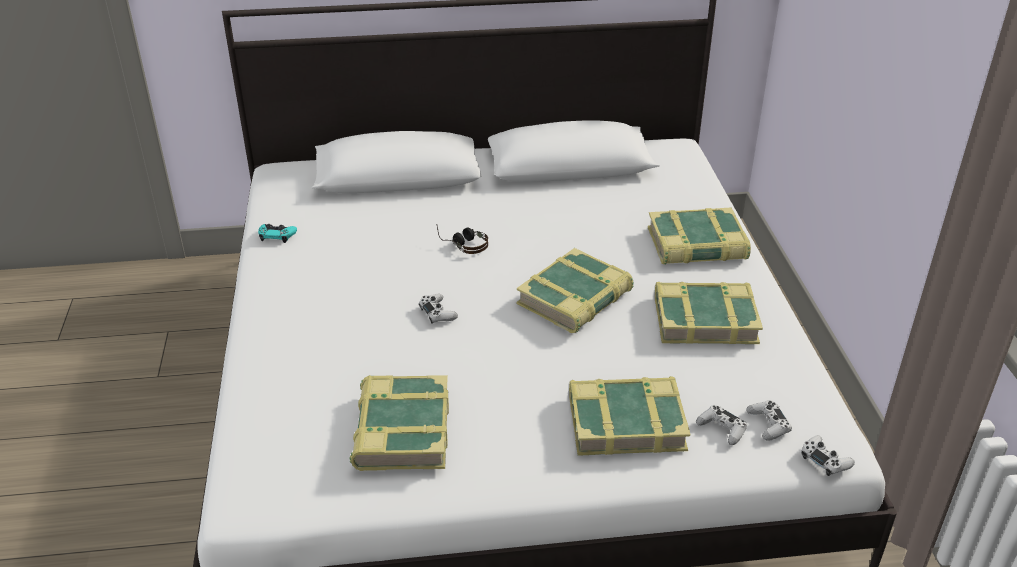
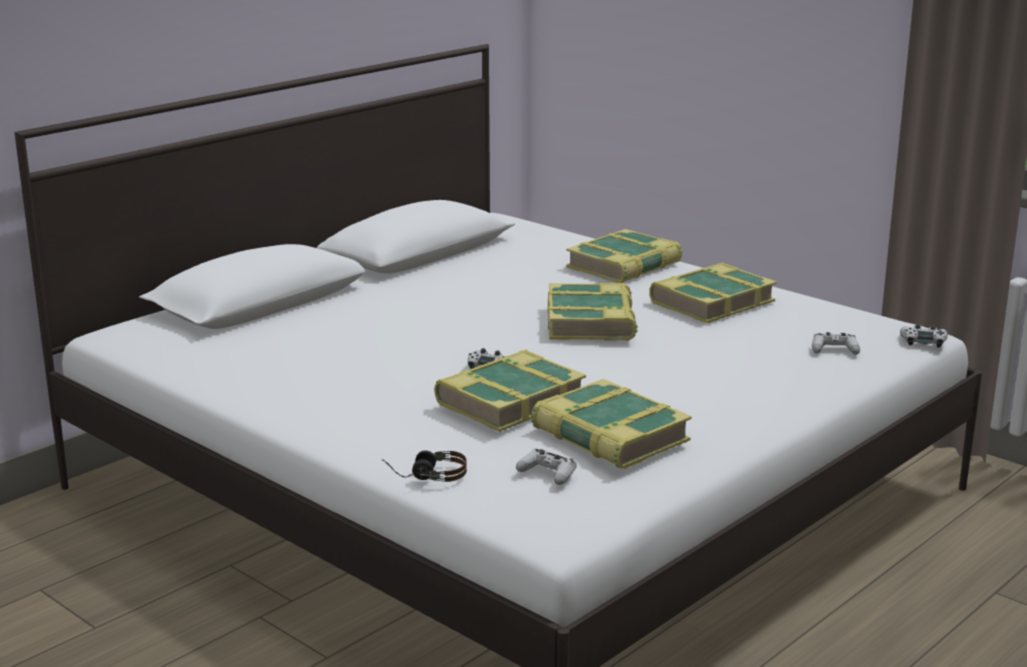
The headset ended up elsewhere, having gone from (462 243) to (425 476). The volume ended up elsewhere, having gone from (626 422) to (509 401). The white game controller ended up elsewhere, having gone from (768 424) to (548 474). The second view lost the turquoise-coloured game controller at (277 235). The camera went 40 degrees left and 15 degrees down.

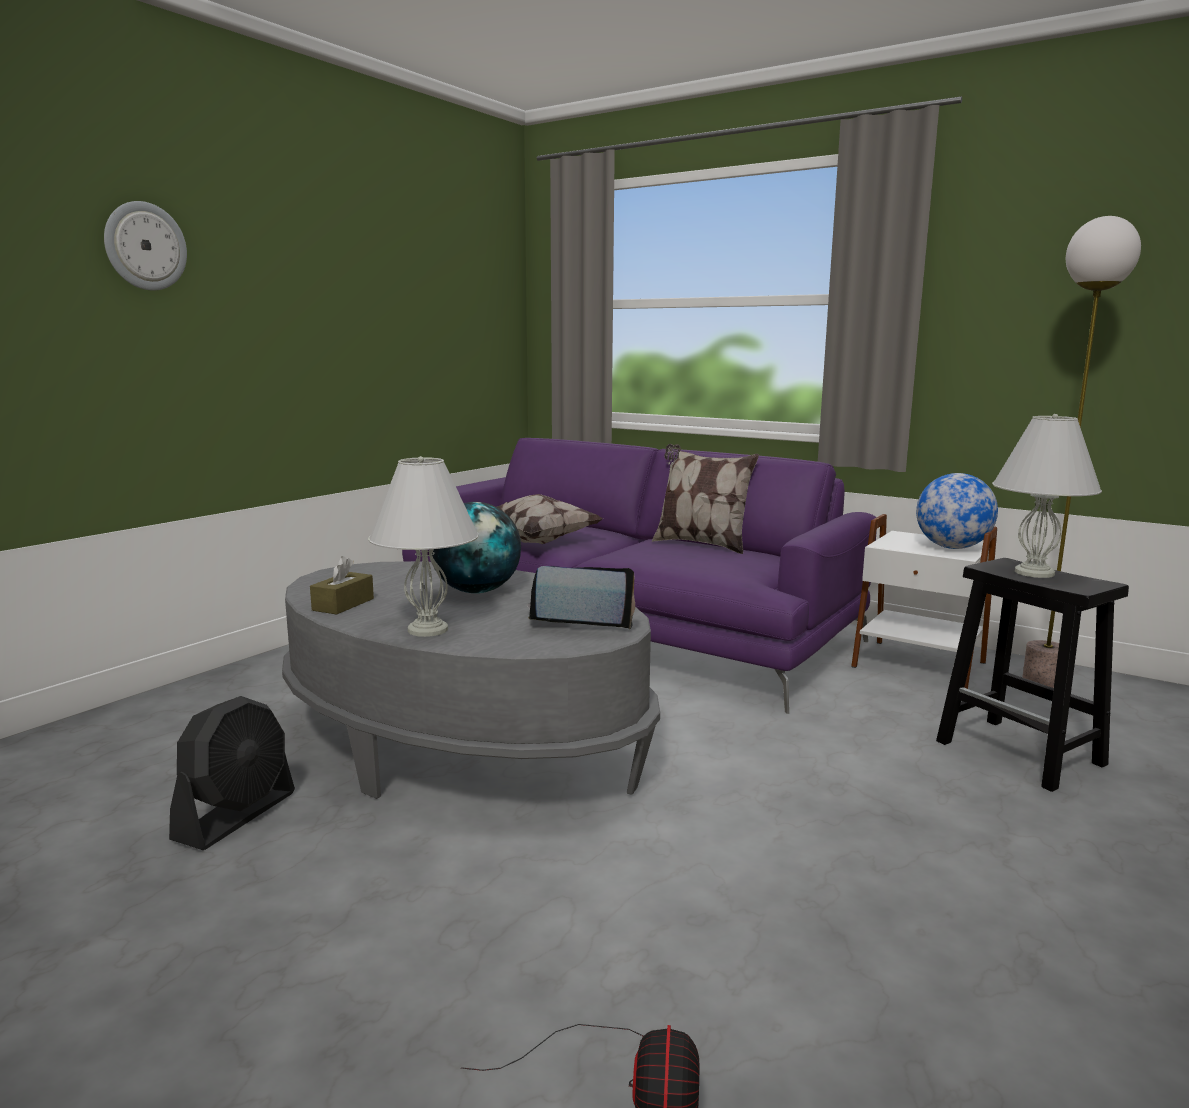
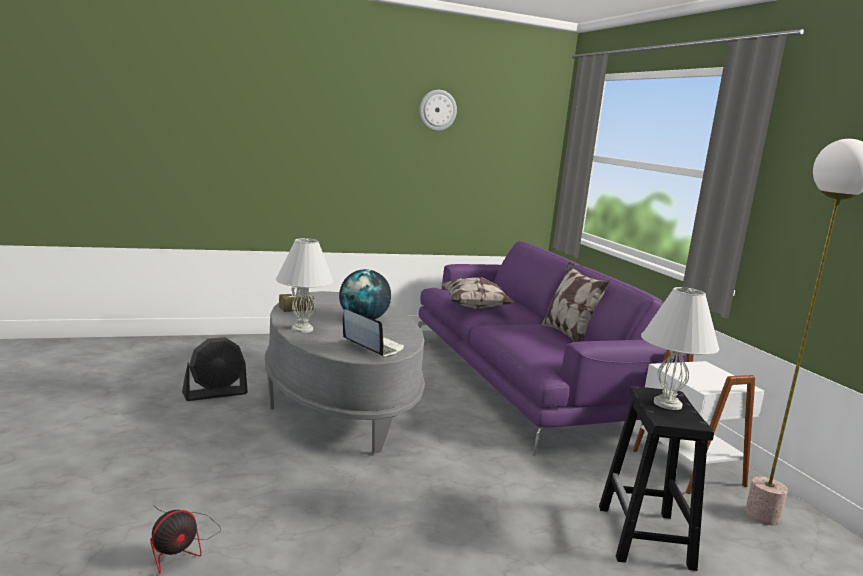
The wall clock ended up elsewhere, having gone from (145 246) to (437 110). The second view lost the globe at (952 548). The camera went 35 degrees right and 0 degrees up.

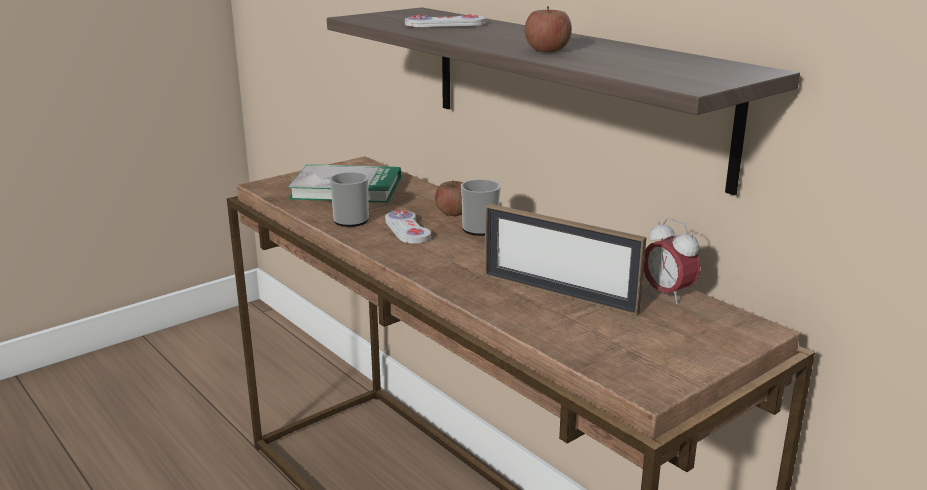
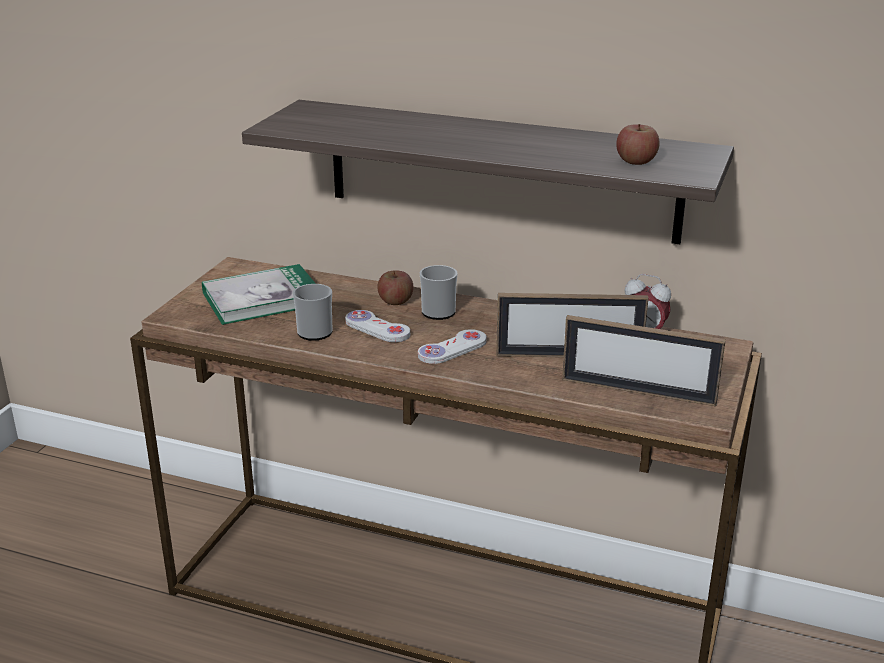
The white game controller ended up elsewhere, having gone from (445 24) to (452 349). The second view gained the picture frame at (638 391). The apple ended up elsewhere, having gone from (547 50) to (636 161). The camera went 30 degrees left and 5 degrees up.

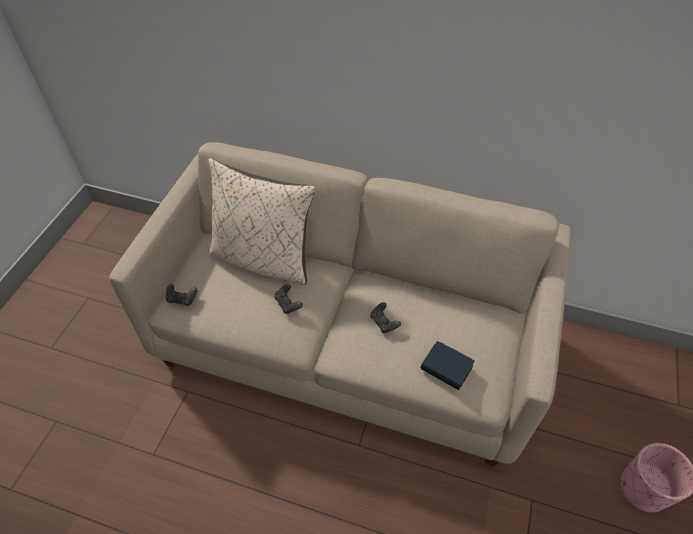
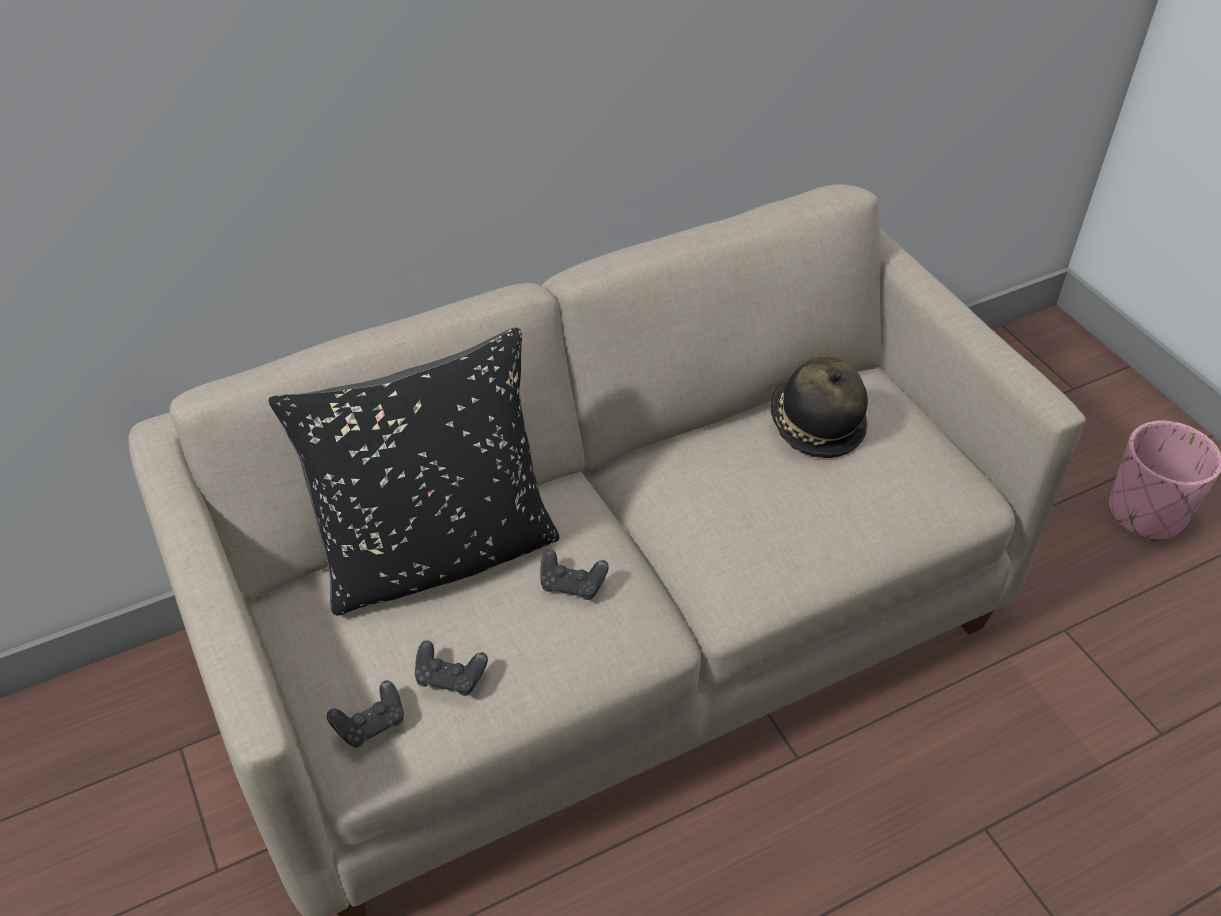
What was the beige-coloured pillow at (263 259) turned into the black pillow at (439 554). The black game controller ended up elsewhere, having gone from (384 322) to (450 677). The second view gained the wearable hat at (814 425). The second view lost the volume at (446 368). The camera went 45 degrees left and 5 degrees down.

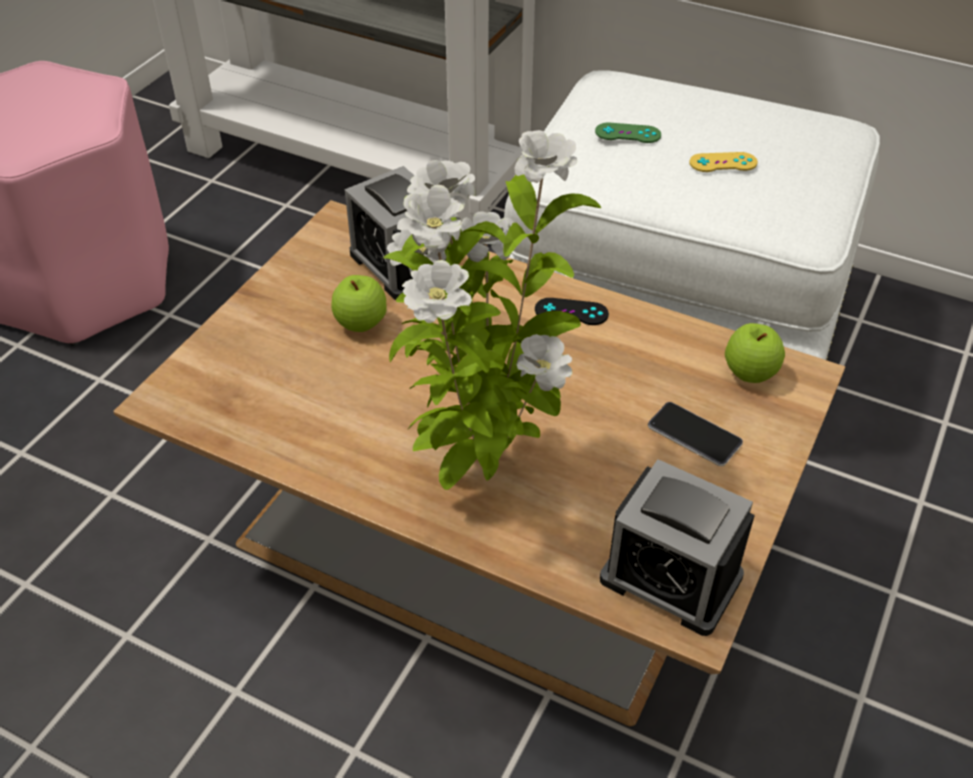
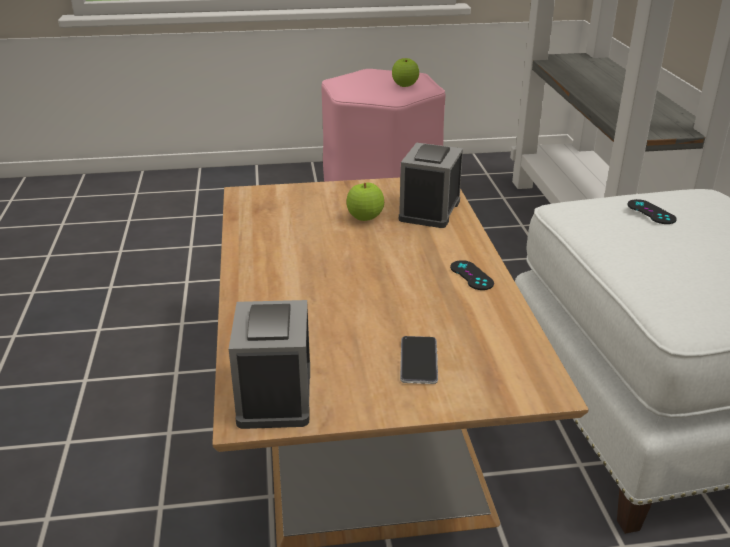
The apple ended up elsewhere, having gone from (749 373) to (405 86). What was the greenish game controller at (628 133) turned into the black game controller at (651 212). The second view lost the houseplant at (480 470). The second view lost the yellow game controller at (723 163). The camera went 55 degrees right and 15 degrees down.

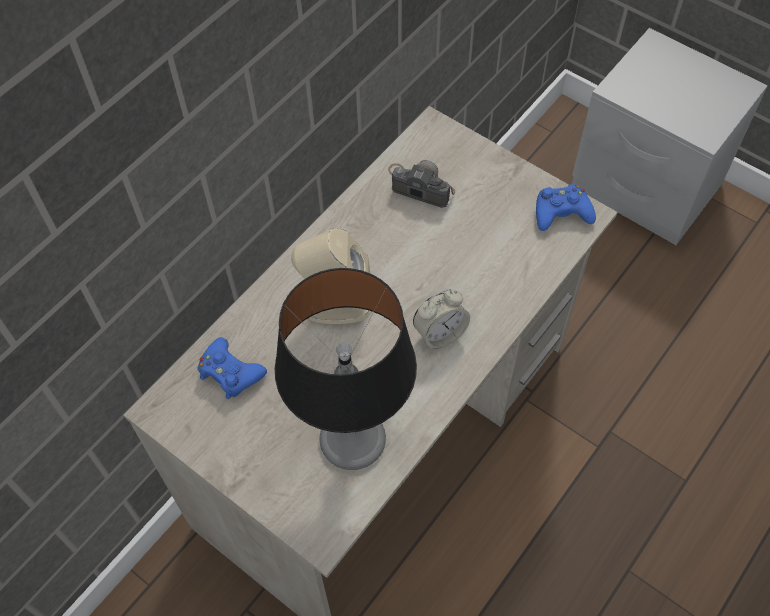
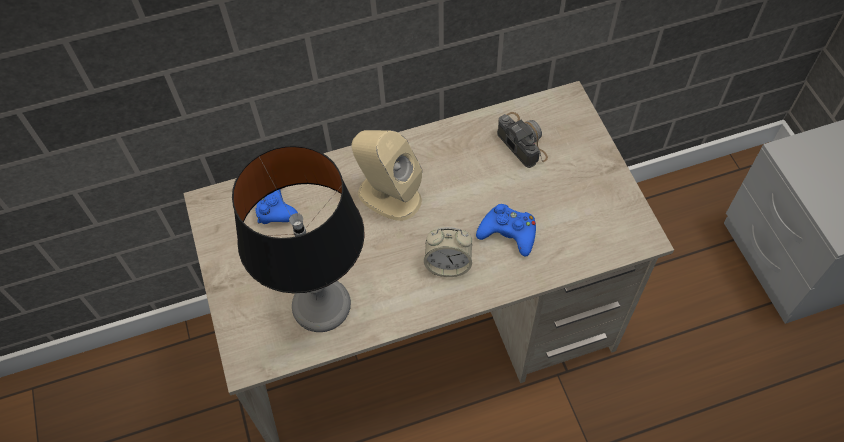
The blue game controller ended up elsewhere, having gone from (561 213) to (508 233). The camera went 35 degrees right and 0 degrees up.

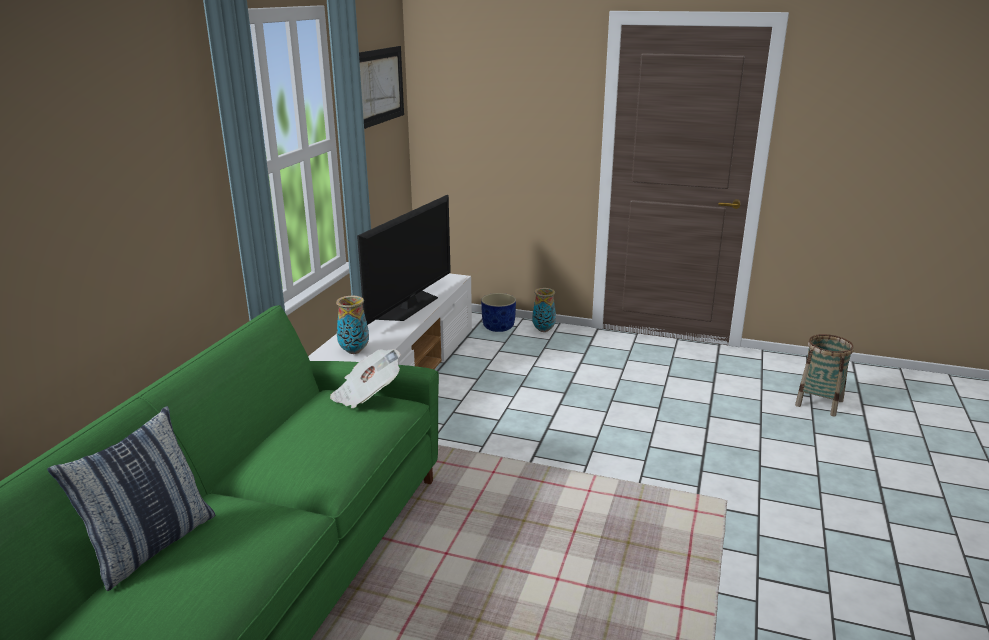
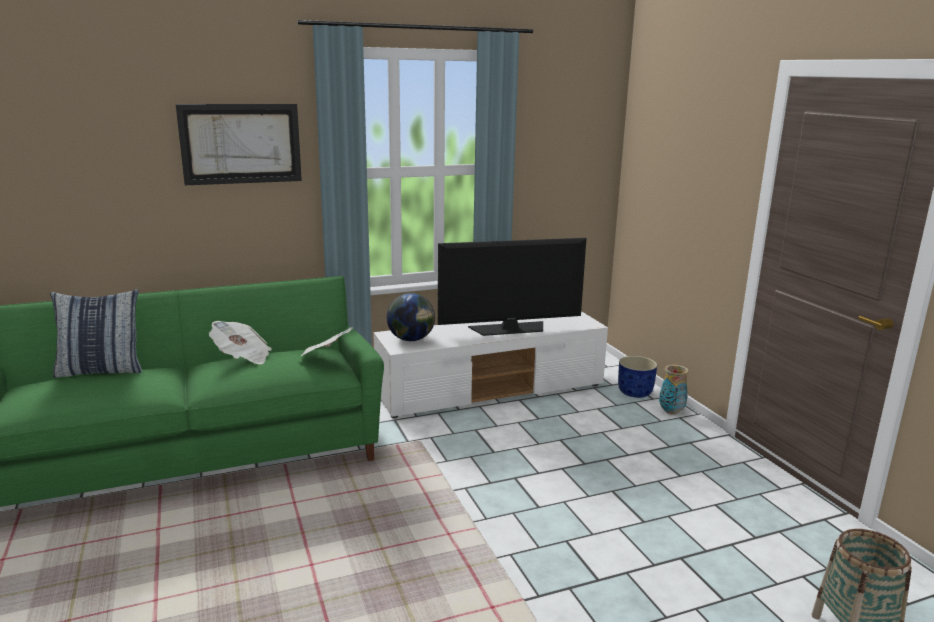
The wall art ended up elsewhere, having gone from (378 86) to (241 144). The second view gained the daily paper at (242 357). Where the vase stood at (354 351), the globe came to stand at (411 339). The camera went 50 degrees right and 5 degrees down.

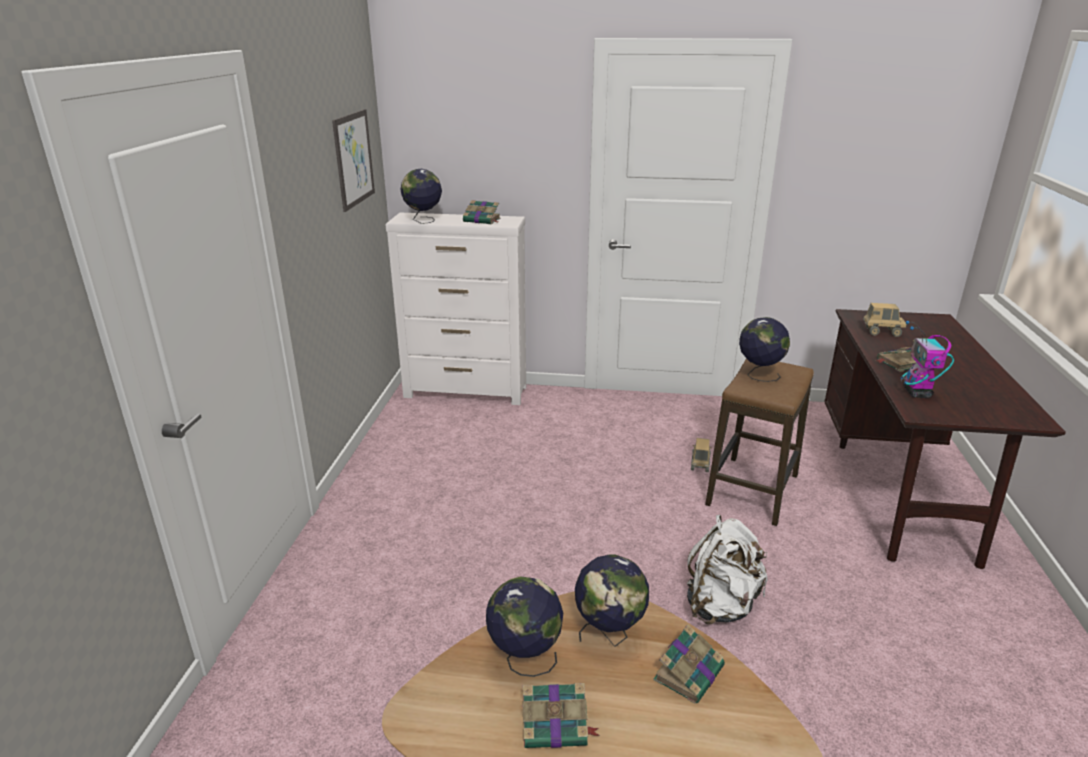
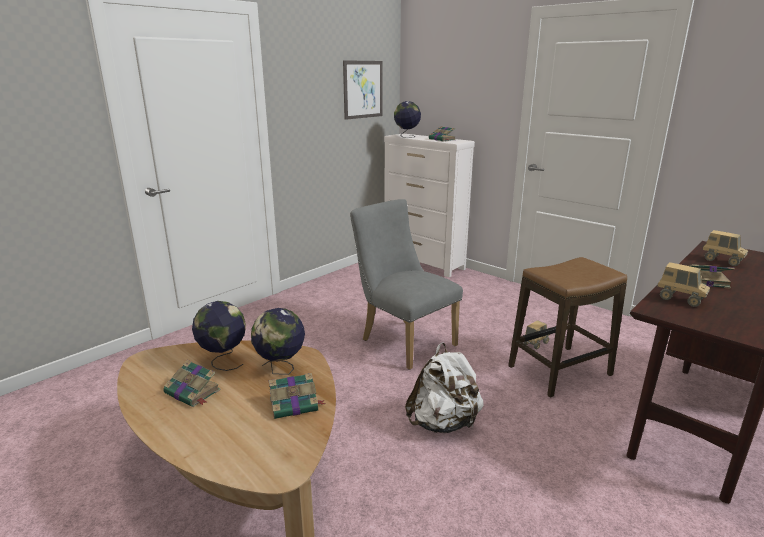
The second view gained the grey plain chair at (403 340). Where the toy robot stood at (917 393), the toy truck came to stand at (680 299). The second view lost the globe at (759 375). The camera went 35 degrees right and 5 degrees down.

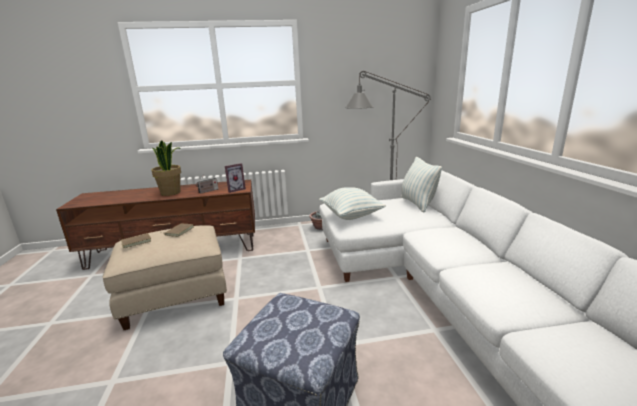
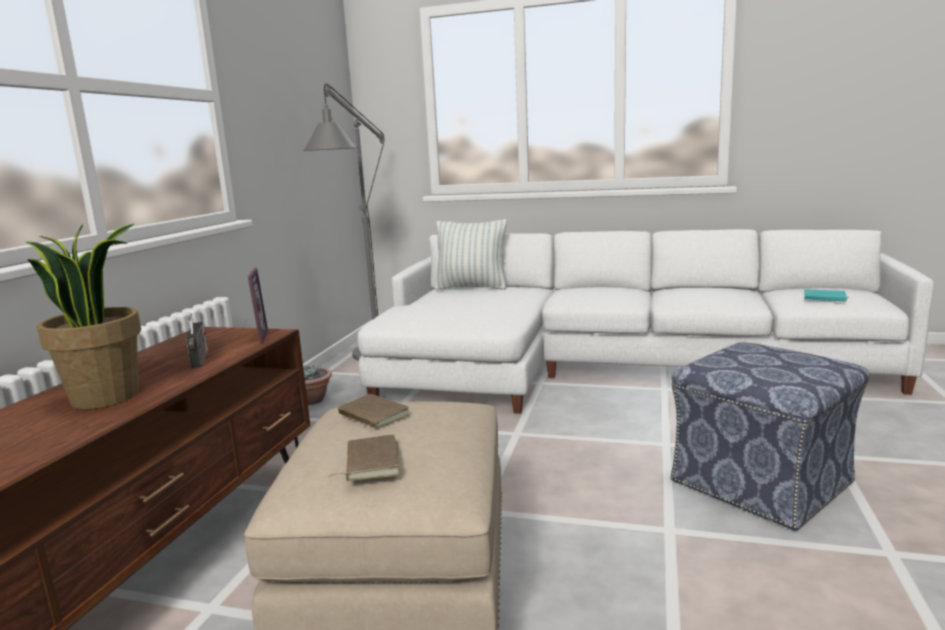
The second view gained the turquoise-coloured volume at (824 298). The second view lost the pillow at (351 215). The camera went 65 degrees left and 5 degrees down.

